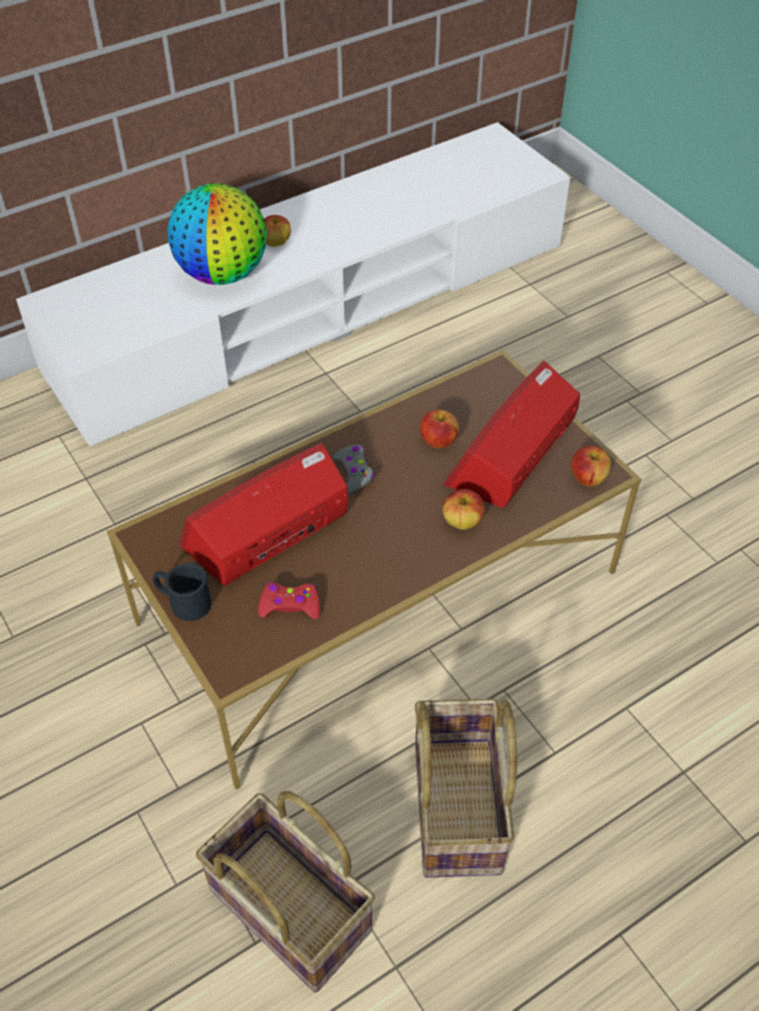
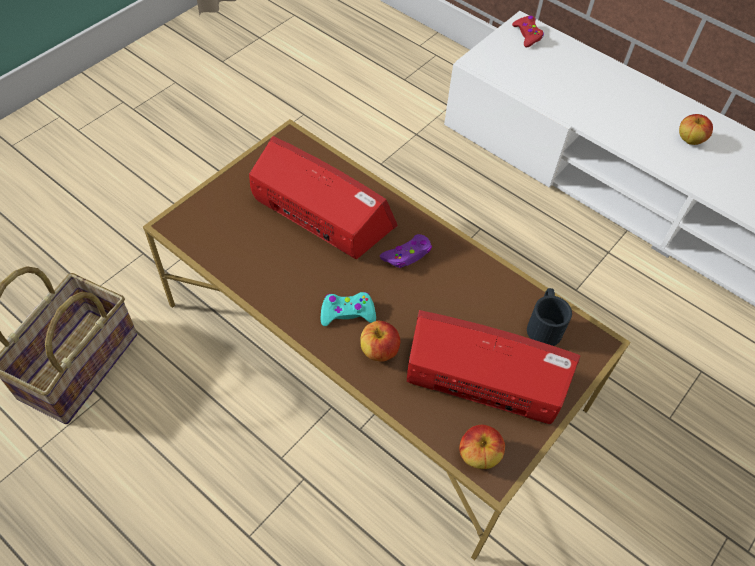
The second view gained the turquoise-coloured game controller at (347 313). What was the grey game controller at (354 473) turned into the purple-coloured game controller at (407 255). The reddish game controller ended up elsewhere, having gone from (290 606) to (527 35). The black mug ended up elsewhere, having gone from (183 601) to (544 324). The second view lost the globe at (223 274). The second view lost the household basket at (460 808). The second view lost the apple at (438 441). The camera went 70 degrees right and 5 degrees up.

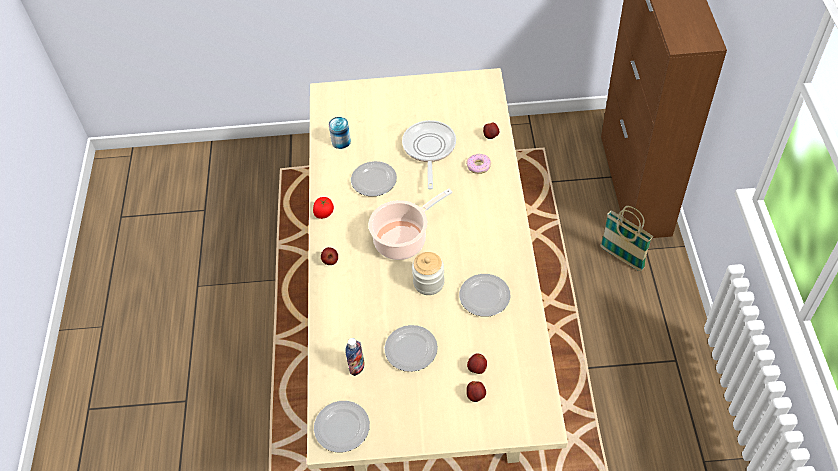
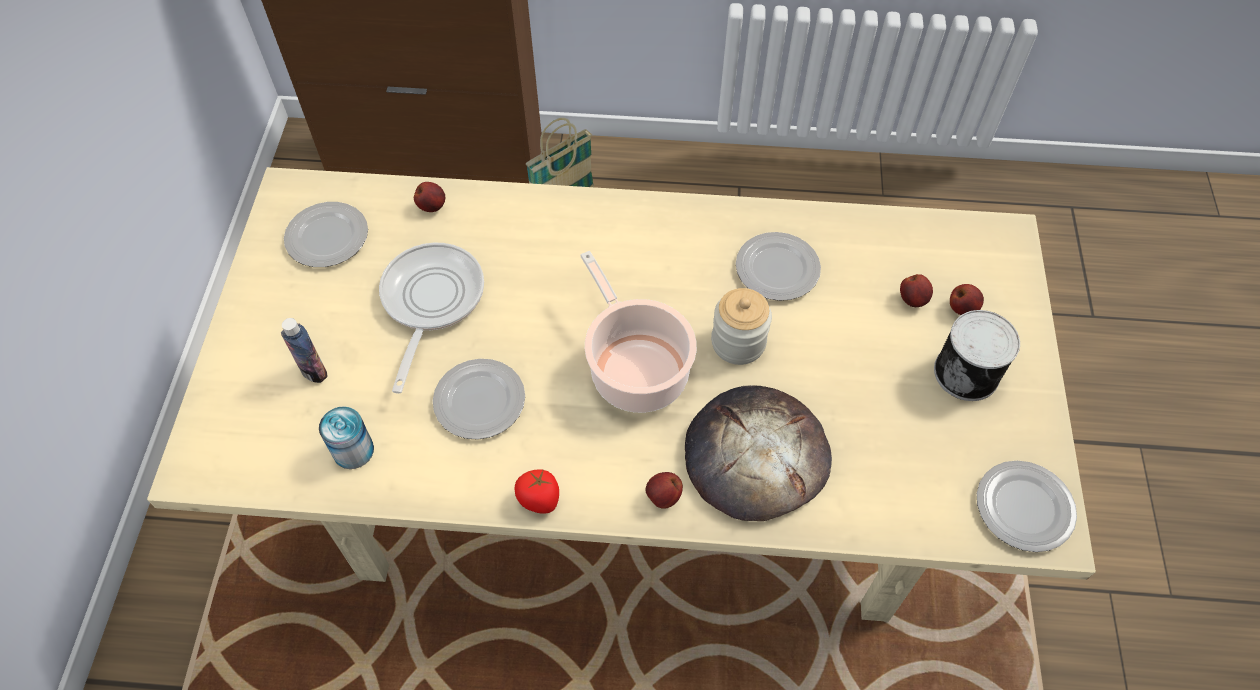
The beverage bottle ended up elsewhere, having gone from (357 367) to (313 371). The dinner plate ended up elsewhere, having gone from (411 349) to (327 237). The frying pan at (429 149) ended up facing another way, 90 degrees clockwise from before. The second view gained the baked bread at (755 455). The second view gained the sealed can at (967 372). The second view lost the doughnut at (478 166). The camera went 85 degrees left and 5 degrees up.

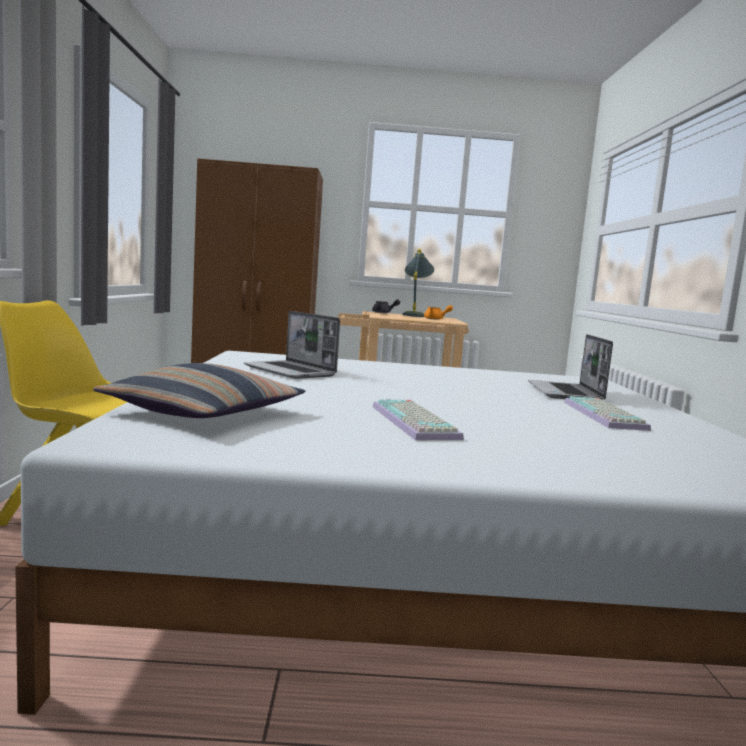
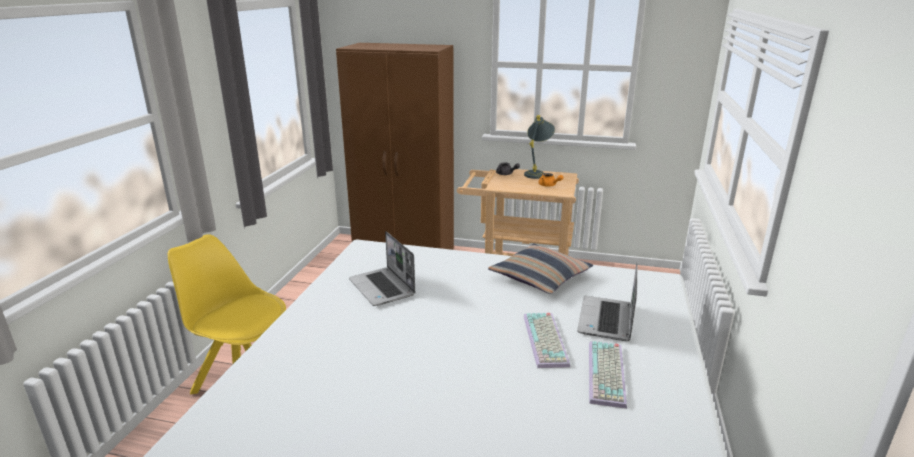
The pillow ended up elsewhere, having gone from (204 412) to (540 277). The keyboard ended up elsewhere, having gone from (416 422) to (547 341). The camera went 15 degrees right and 15 degrees up.

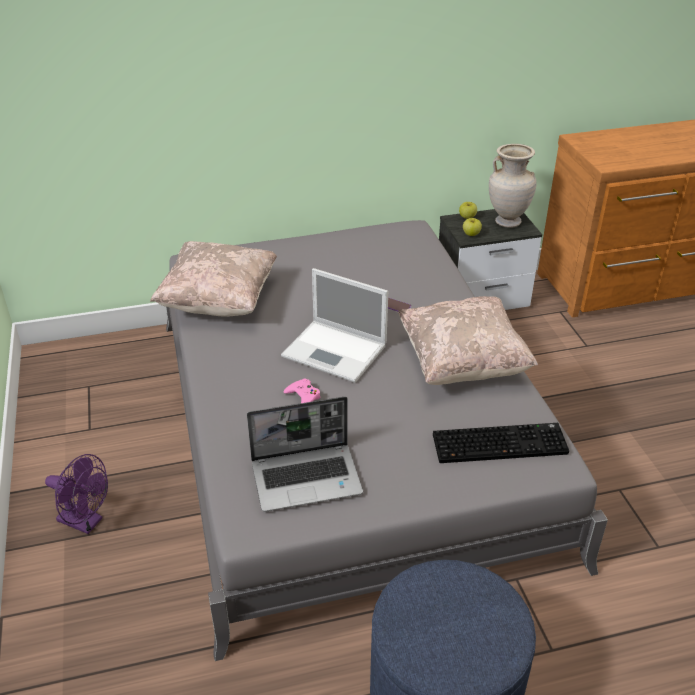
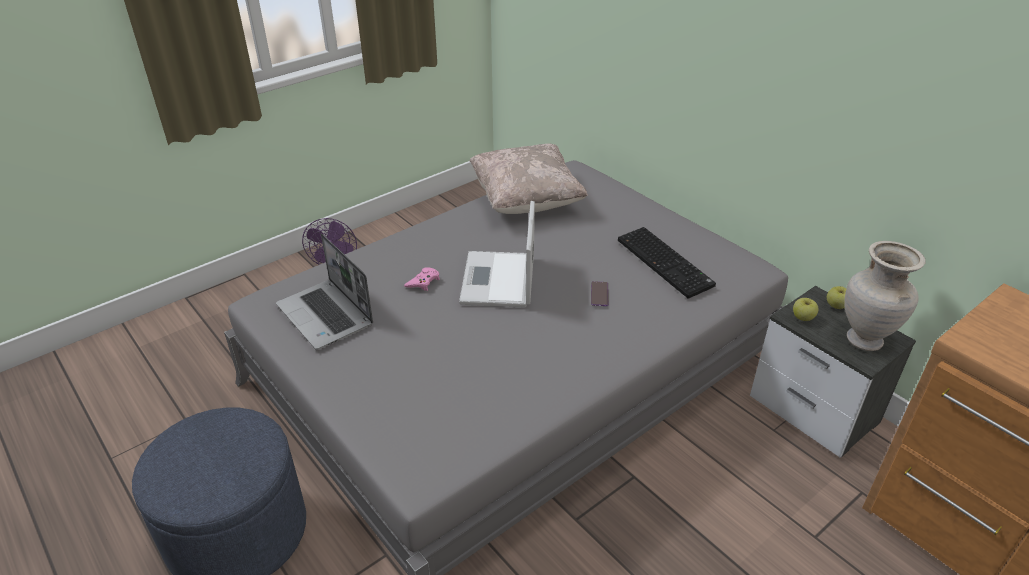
The keyboard ended up elsewhere, having gone from (500 443) to (666 263). The second view lost the beige-coloured pillow at (462 363). The camera went 65 degrees right and 0 degrees up.

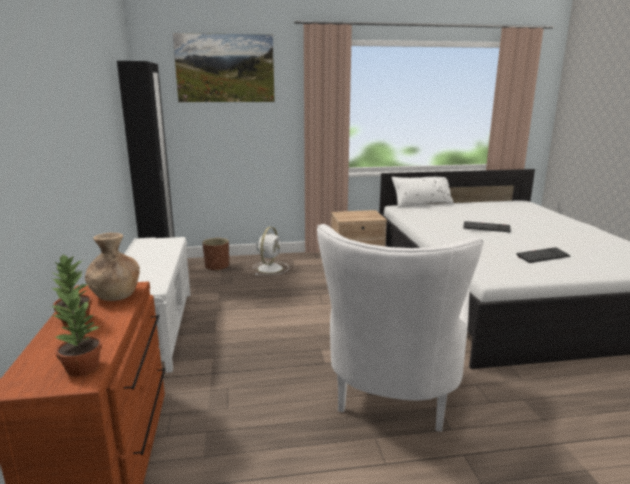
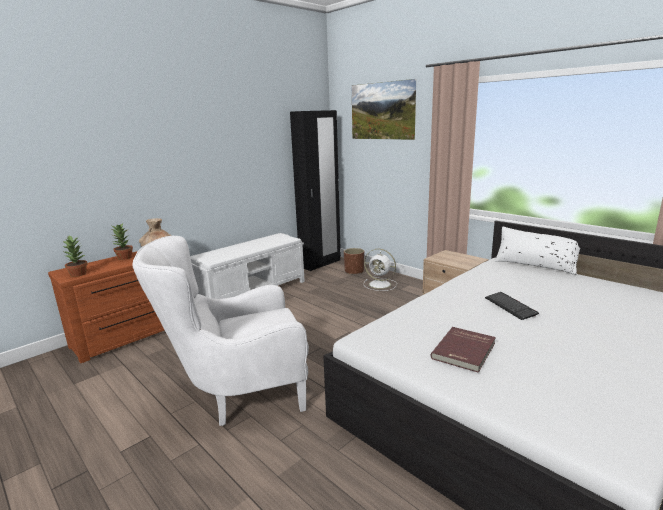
The white fan at (270 268) ended up facing another way, 45 degrees clockwise from before. Where the keyboard stood at (542 256), the reddish volume came to stand at (465 351). The camera went 55 degrees right and 0 degrees up.

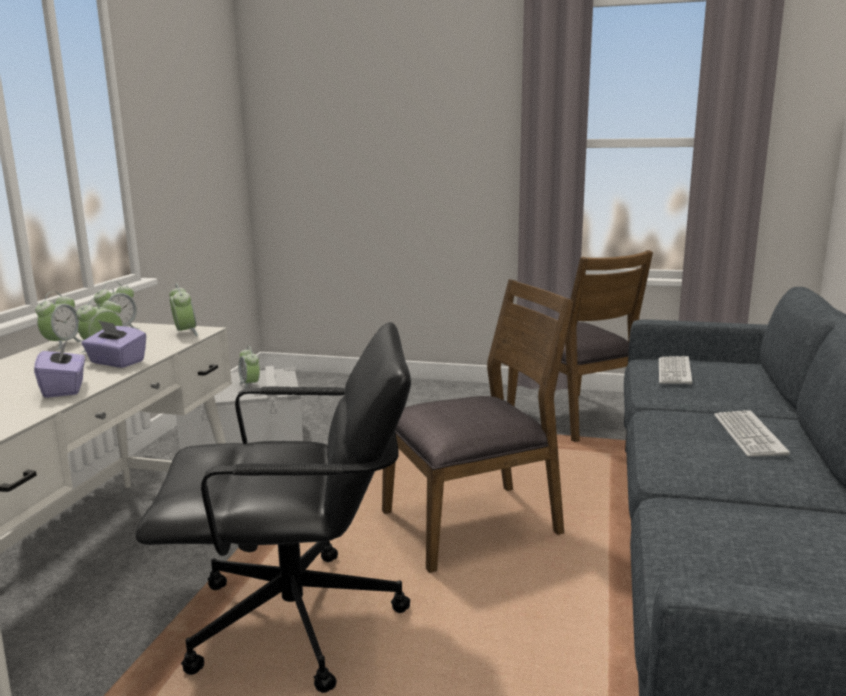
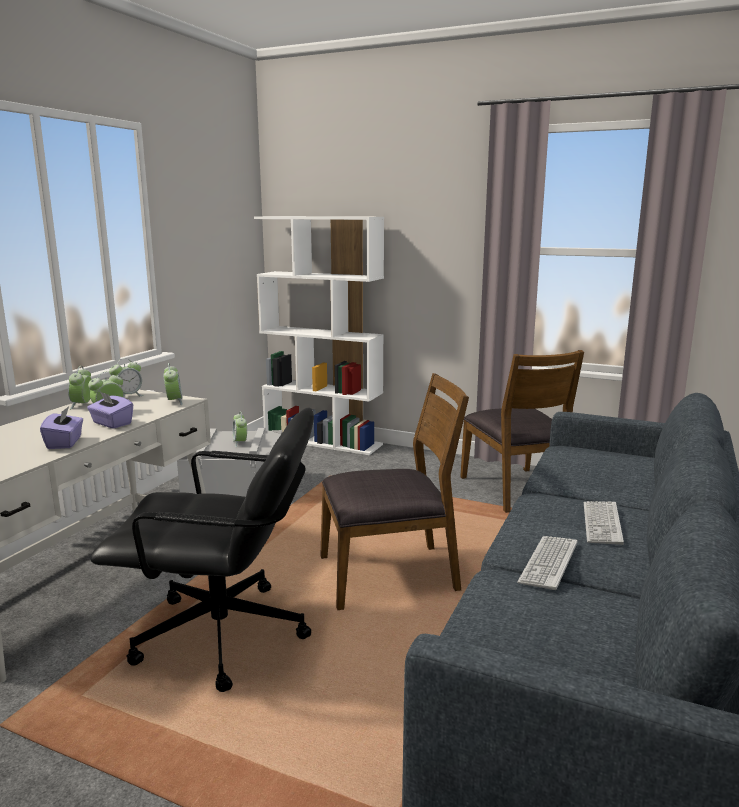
The bedside clock at (62 344) ended up facing another way, 150 degrees clockwise from before. The second view gained the white bookshelf at (323 441). The keyboard ended up elsewhere, having gone from (674 371) to (548 563). The camera went 10 degrees right and 0 degrees up.

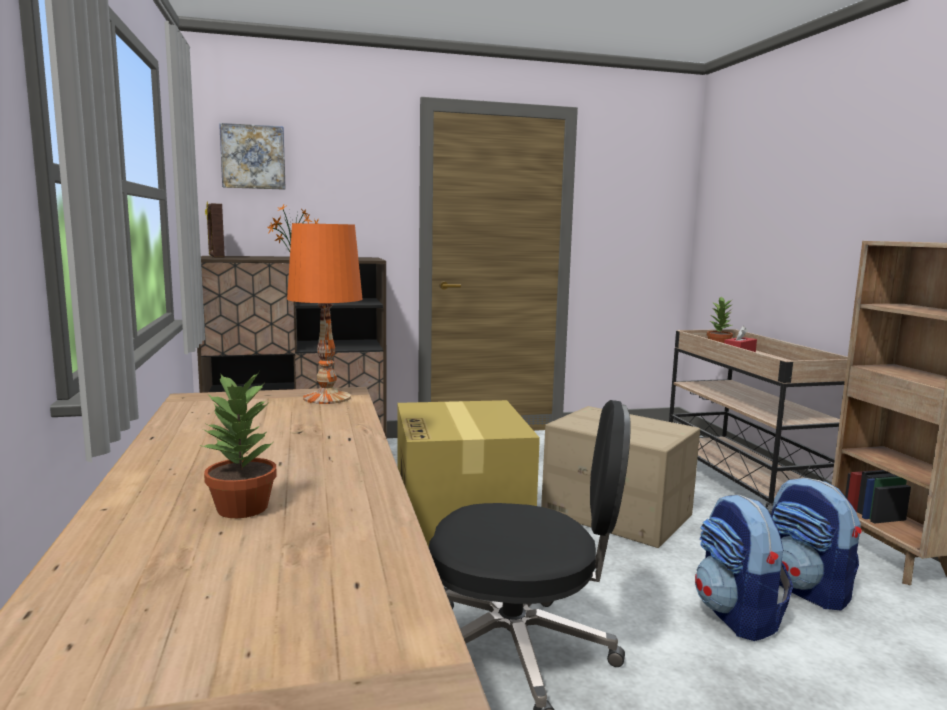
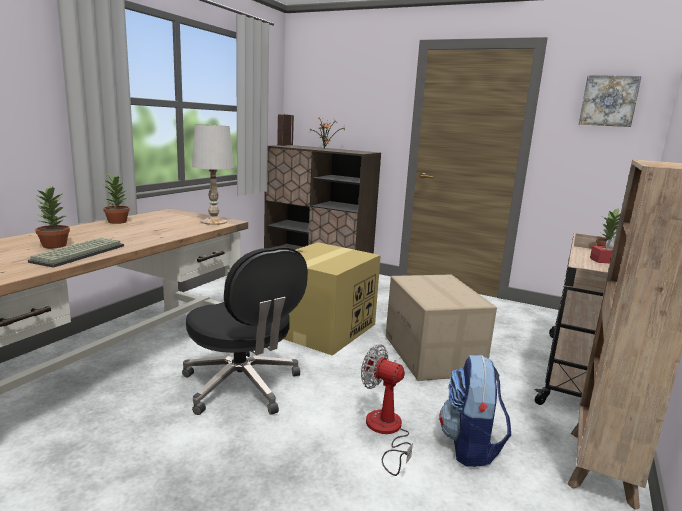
The second view gained the keyboard at (79 253). The second view gained the houseplant at (117 221). What was the orange tabletop lamp at (326 398) turned into the white tabletop lamp at (213 221). Where the rucksack stood at (737 616), the fan came to stand at (386 431). The wall art ended up elsewhere, having gone from (253 157) to (608 101). The camera went 40 degrees right and 5 degrees up.

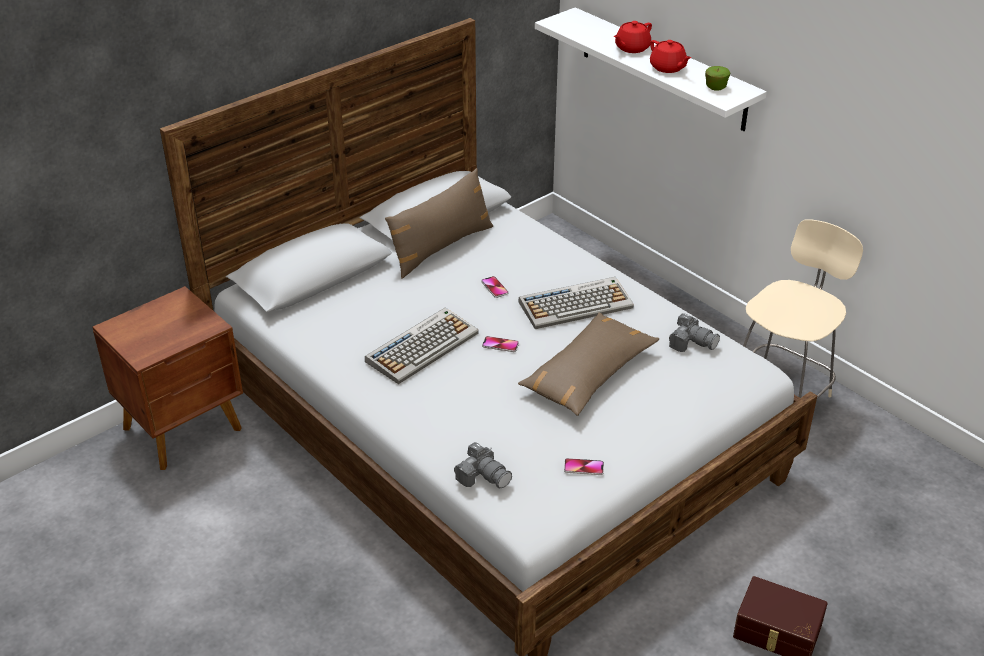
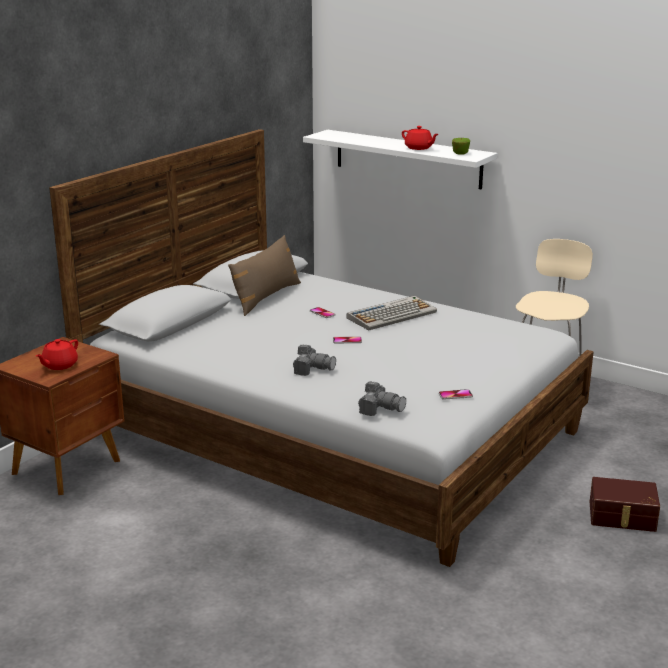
The reddish pot for tea ended up elsewhere, having gone from (631 48) to (59 365). The photo camera ended up elsewhere, having gone from (692 342) to (313 369). The second view lost the keyboard at (422 346). The second view lost the brownish pillow at (588 374). The camera went 15 degrees left and 15 degrees down.

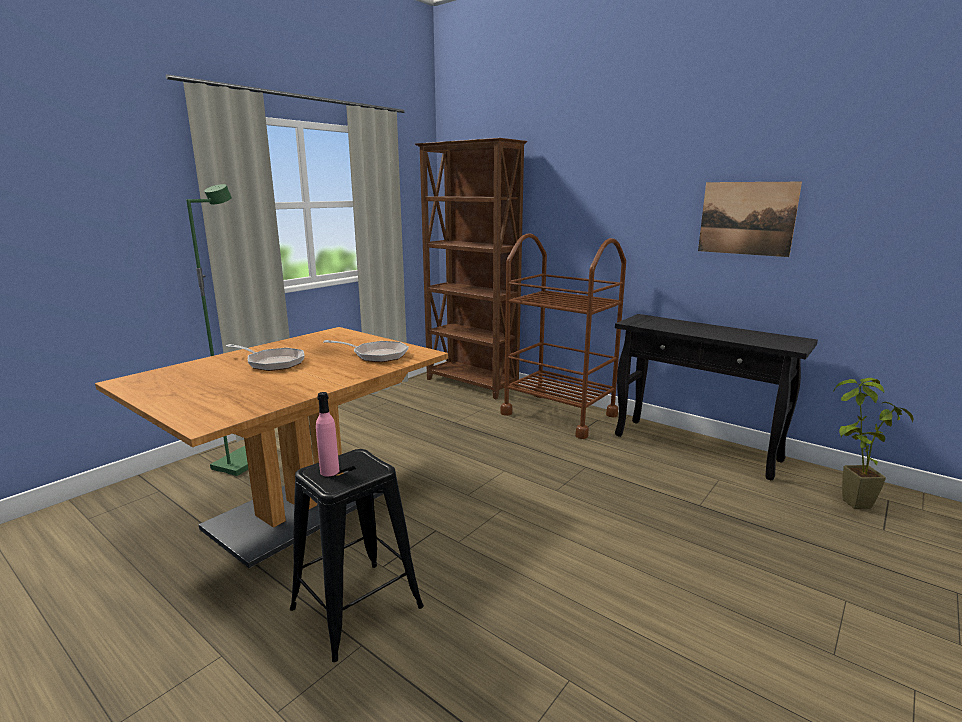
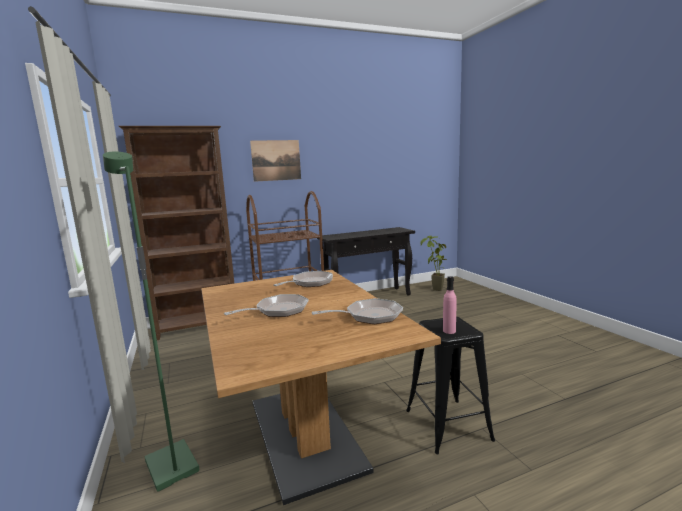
The wall art ended up elsewhere, having gone from (746 218) to (276 160). The second view gained the frying pan at (369 316). The camera went 60 degrees left and 5 degrees down.

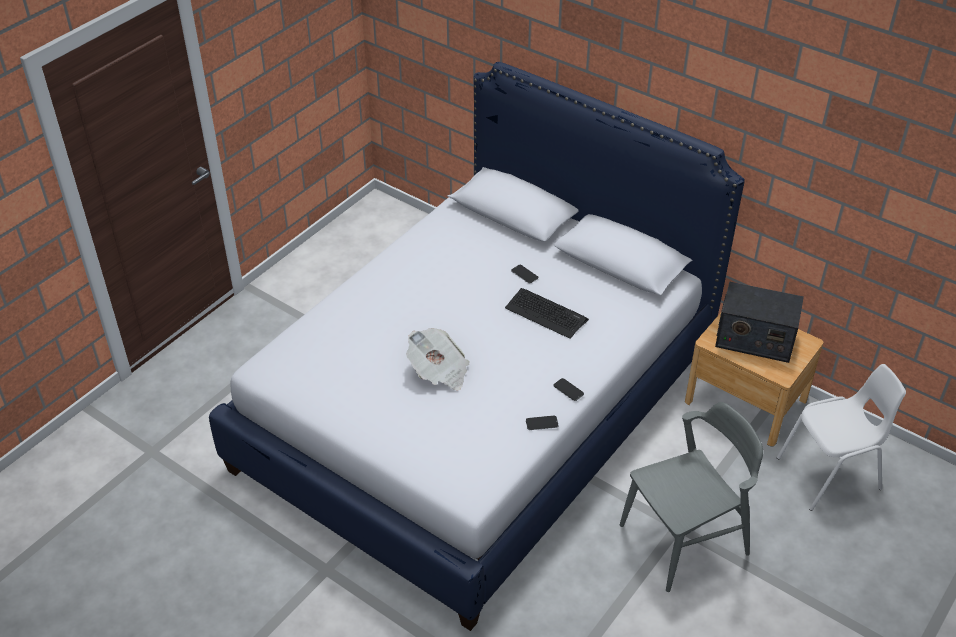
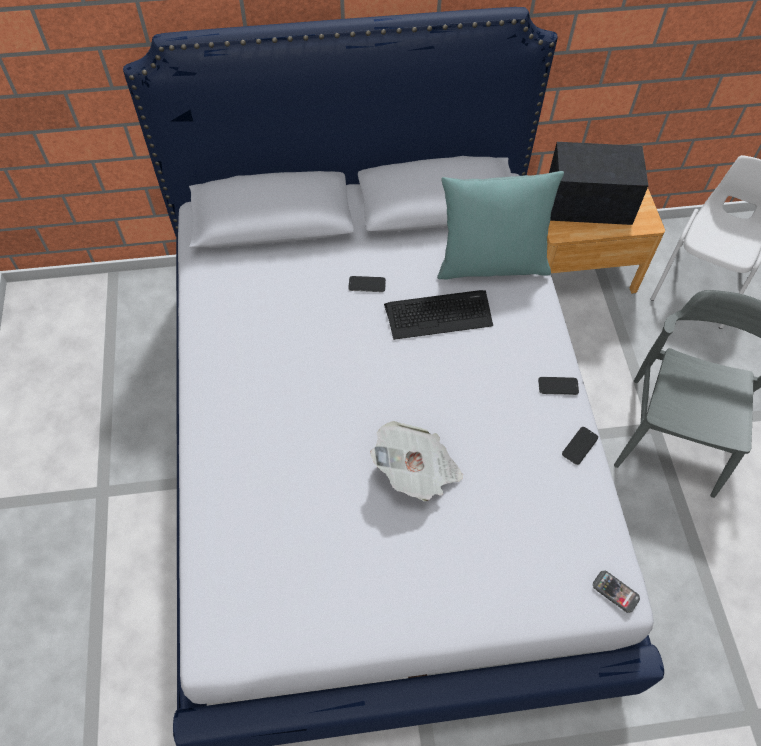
The second view gained the turquoise-coloured pillow at (491 264). The radio at (754 339) ended up facing another way, 150 degrees counterclockwise from before. The second view gained the telephone at (615 592). The camera went 45 degrees left and 15 degrees up.

